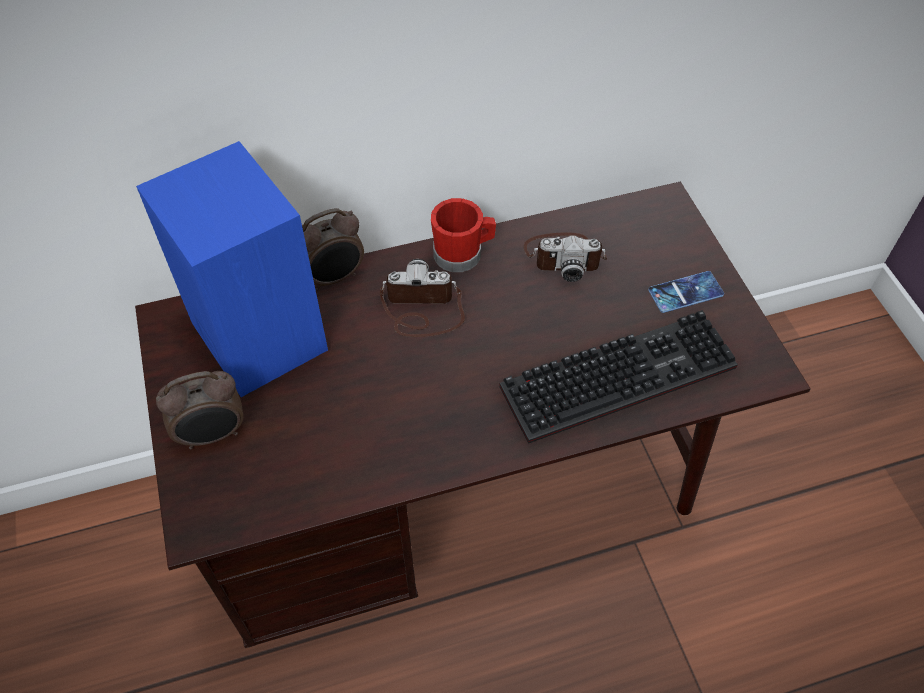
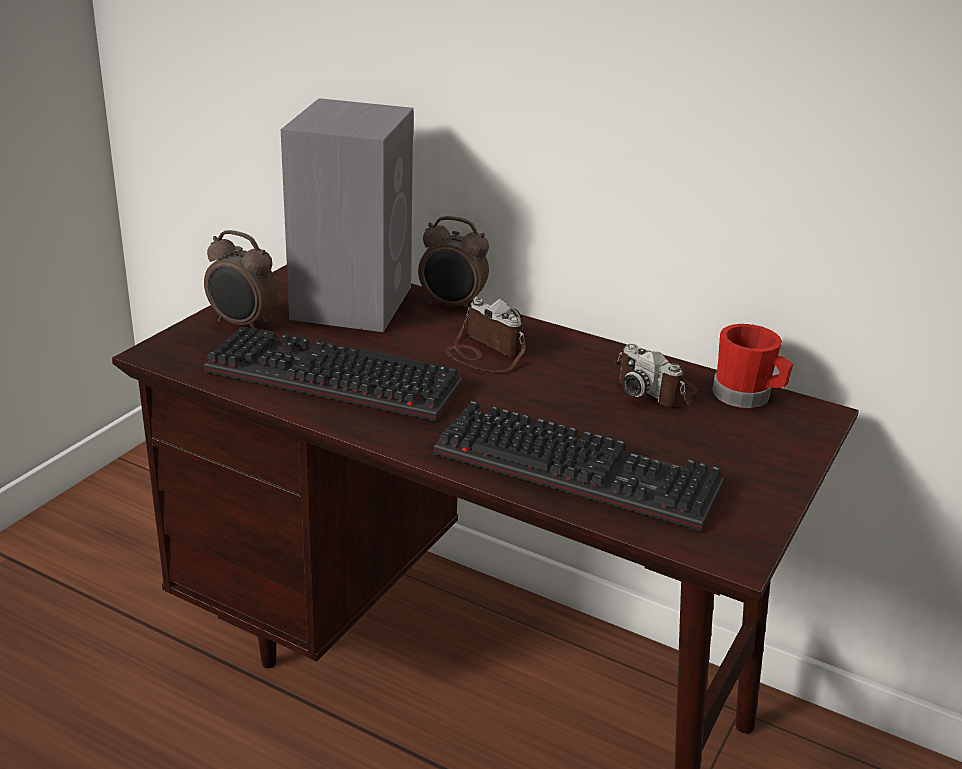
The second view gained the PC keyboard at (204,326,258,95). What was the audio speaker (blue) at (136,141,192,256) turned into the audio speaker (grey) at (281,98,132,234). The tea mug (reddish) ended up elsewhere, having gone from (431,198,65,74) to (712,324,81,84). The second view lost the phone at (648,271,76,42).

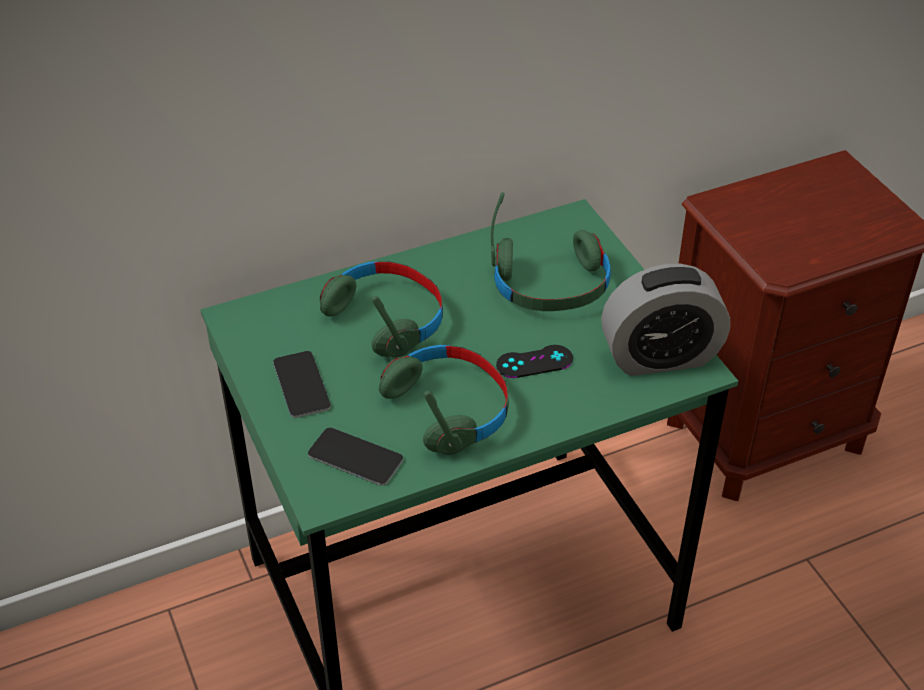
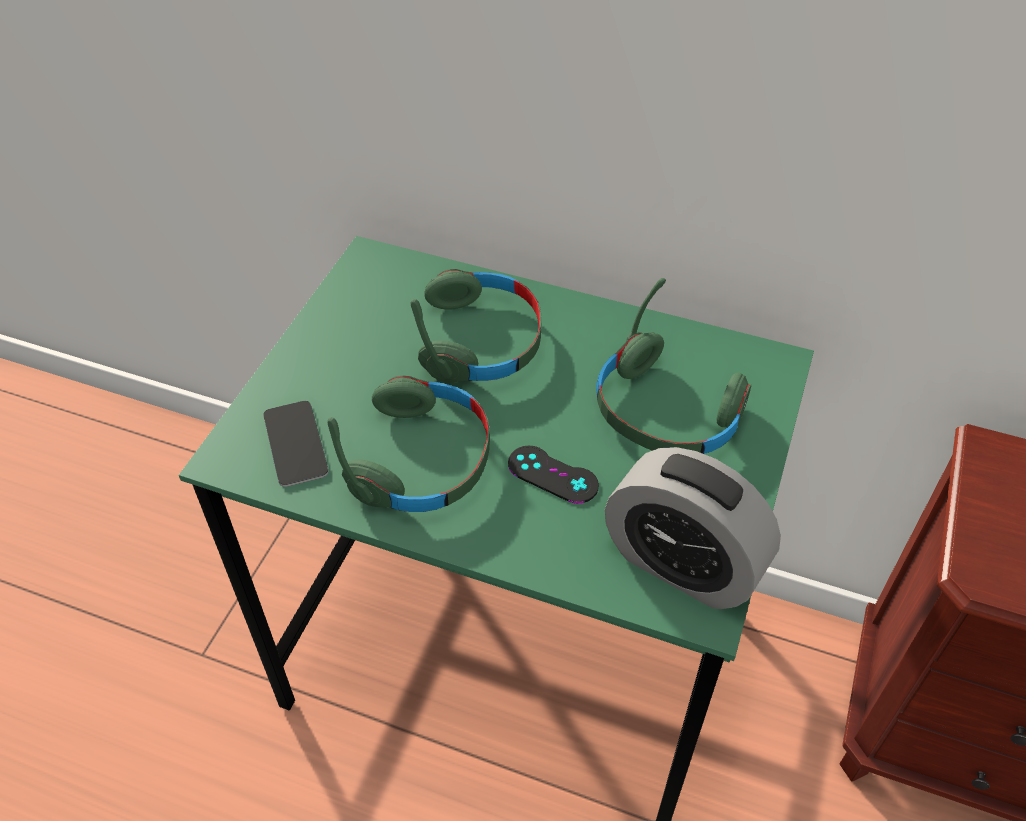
The second view lost the phone at (273,351,58,67).

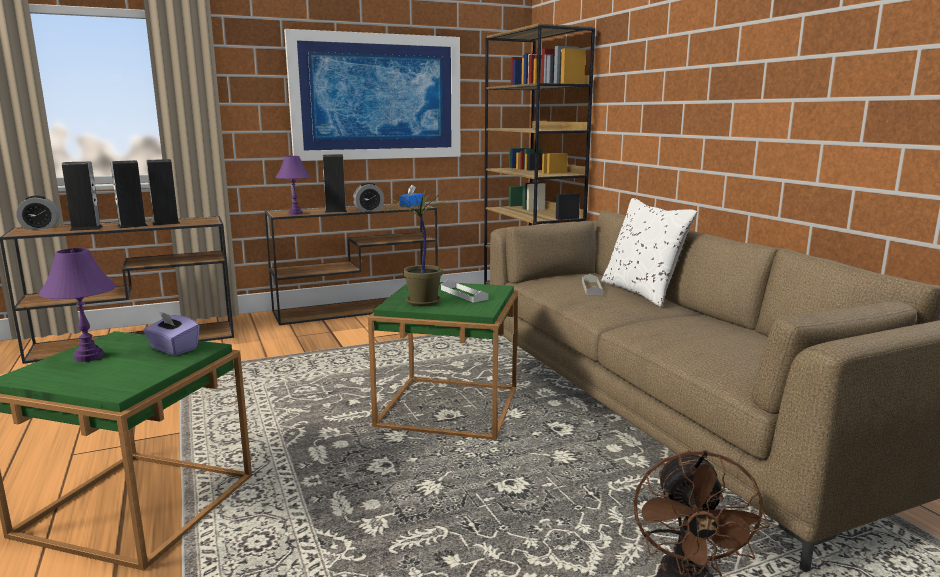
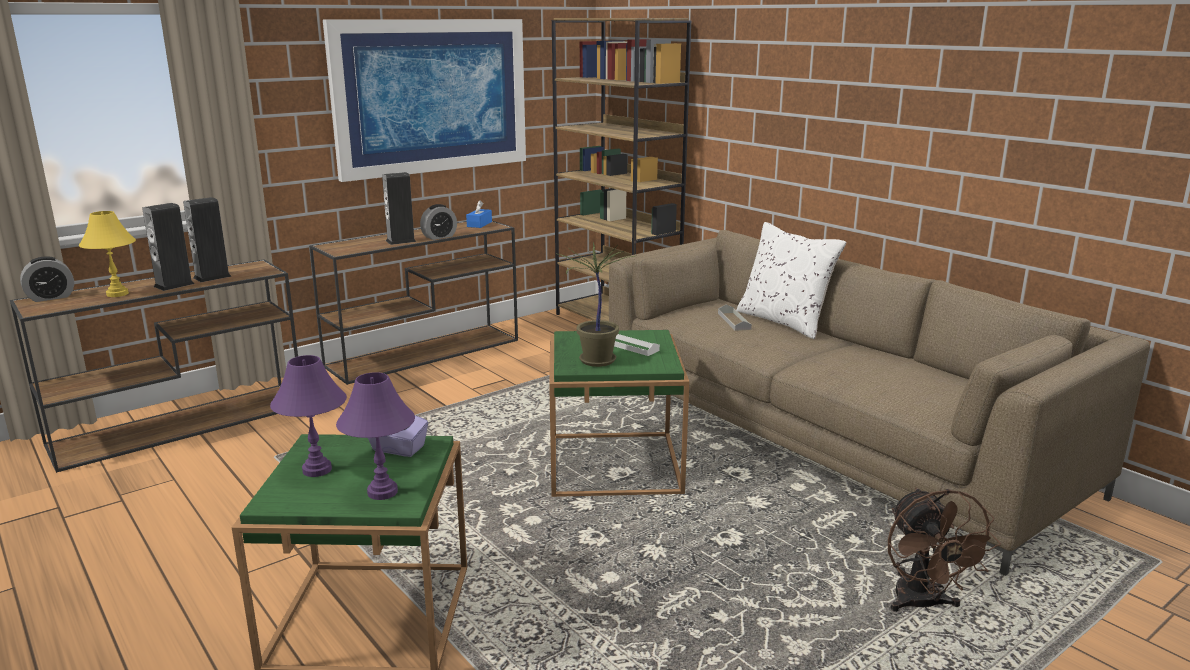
Where the audio speaker stood at (62,162,41,69), the lamp for a table (yellow) came to stand at (79,211,57,86). The lamp for a table (purplish) ended up elsewhere, having gone from (275,156,36,59) to (336,372,79,128).

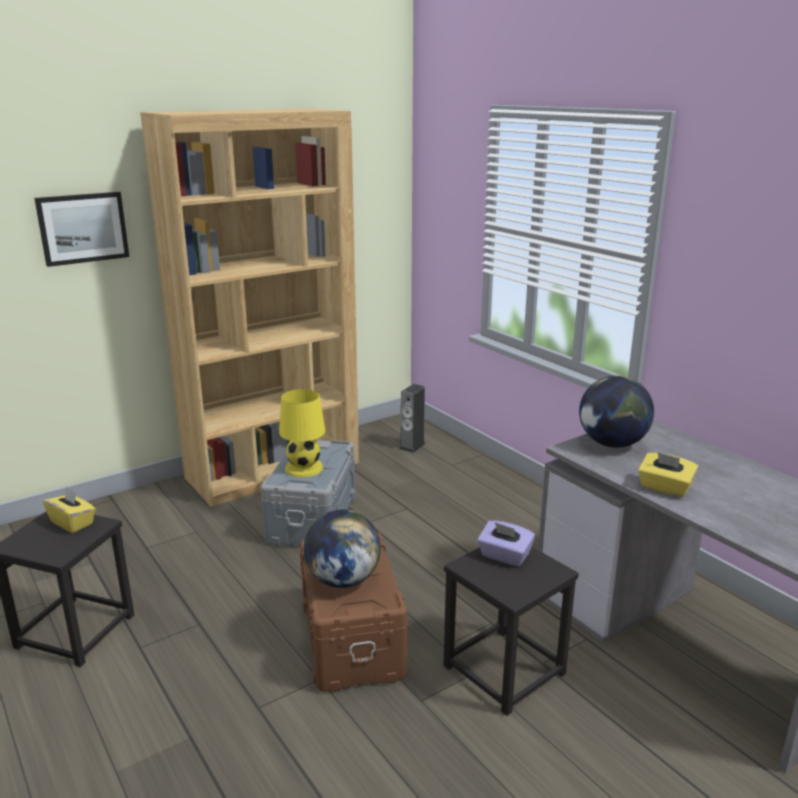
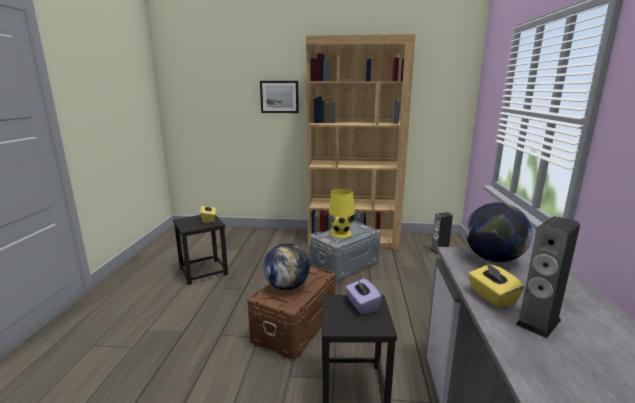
The second view gained the audio speaker at (515,216,65,122).

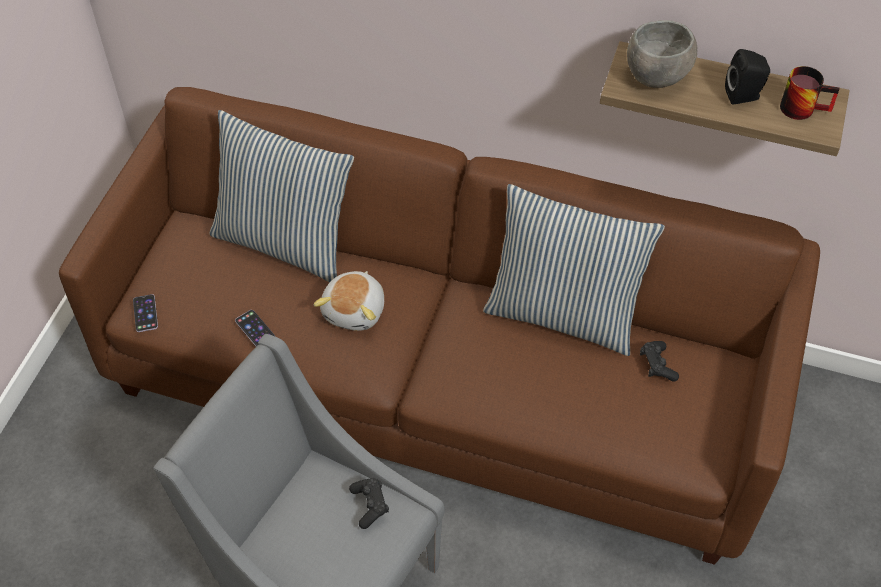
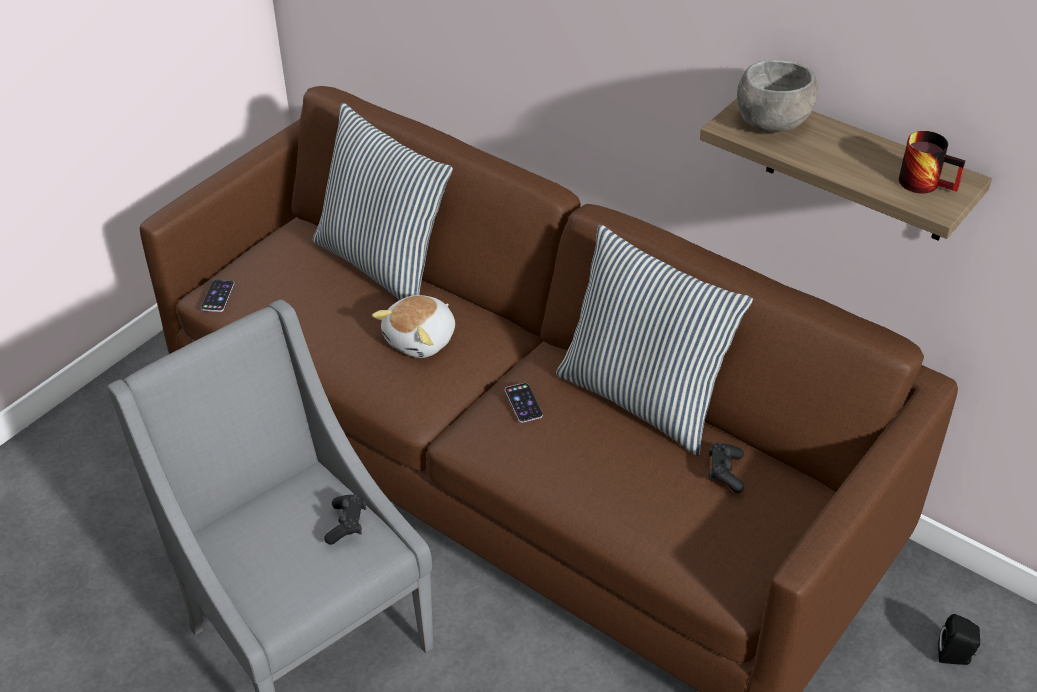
The phone ended up elsewhere, having gone from (235,310,40,36) to (505,383,38,40). The audio speaker (black) ended up elsewhere, having gone from (725,49,45,55) to (938,614,42,51).

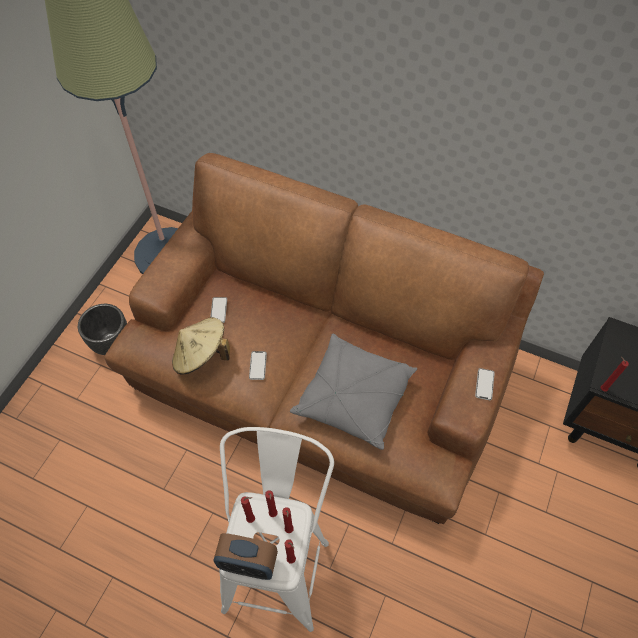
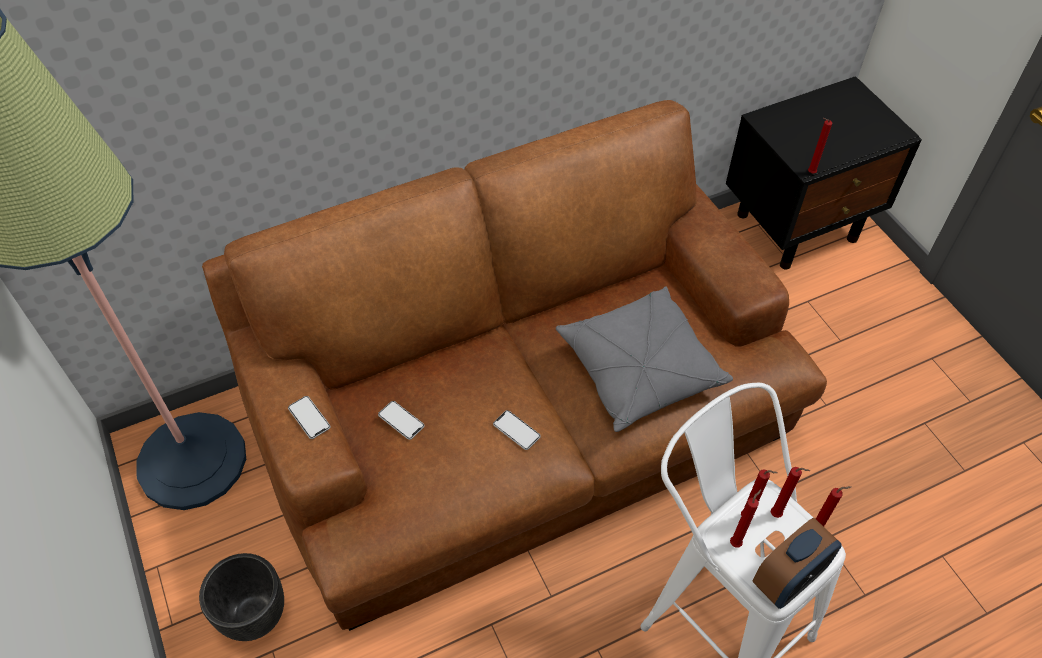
The phone ended up elsewhere, having gone from (475,368,20,32) to (288,396,42,43). The second view lost the hat (beige) at (172,317,58,58).

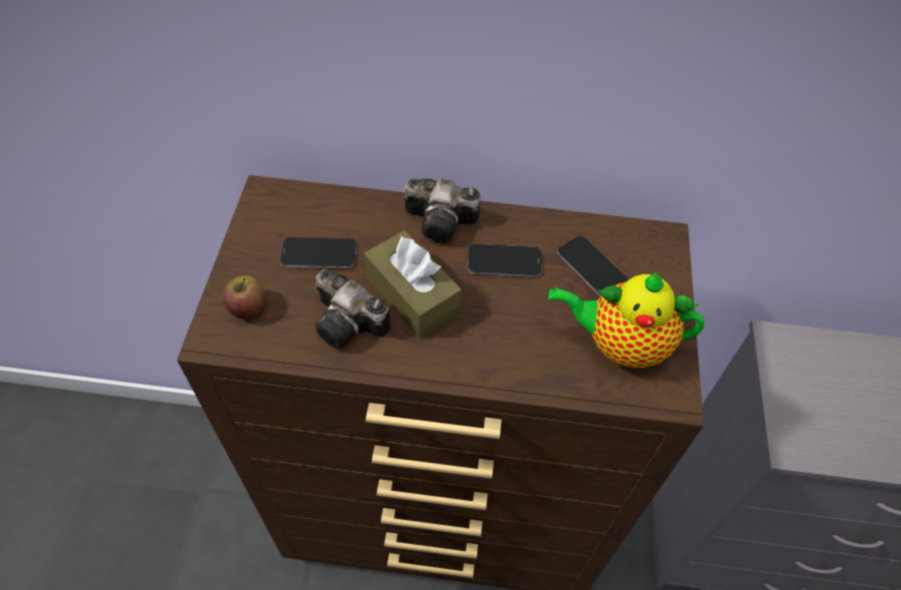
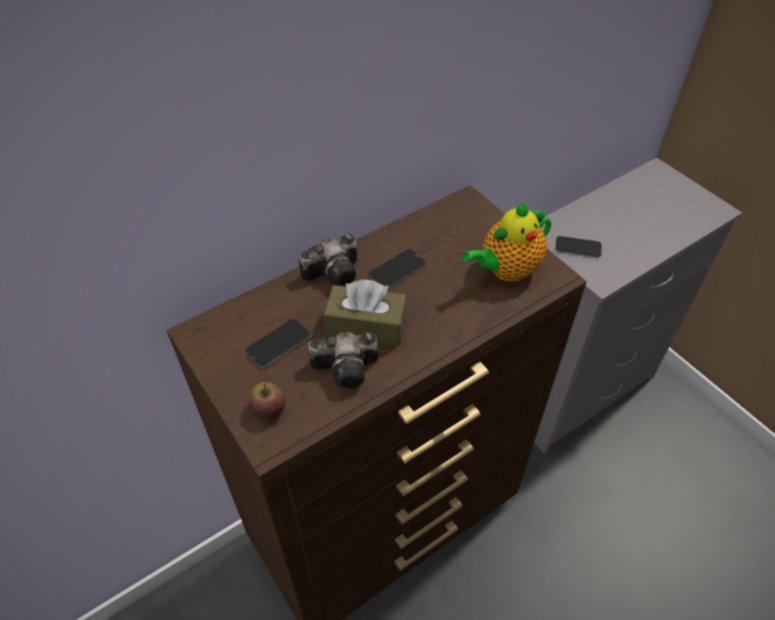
The phone ended up elsewhere, having gone from (557,236,71,60) to (556,236,46,22).

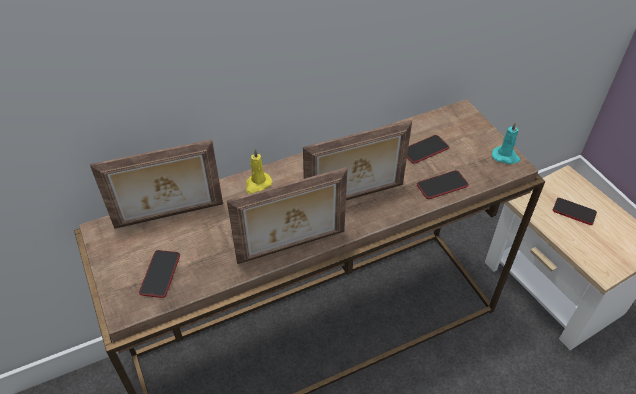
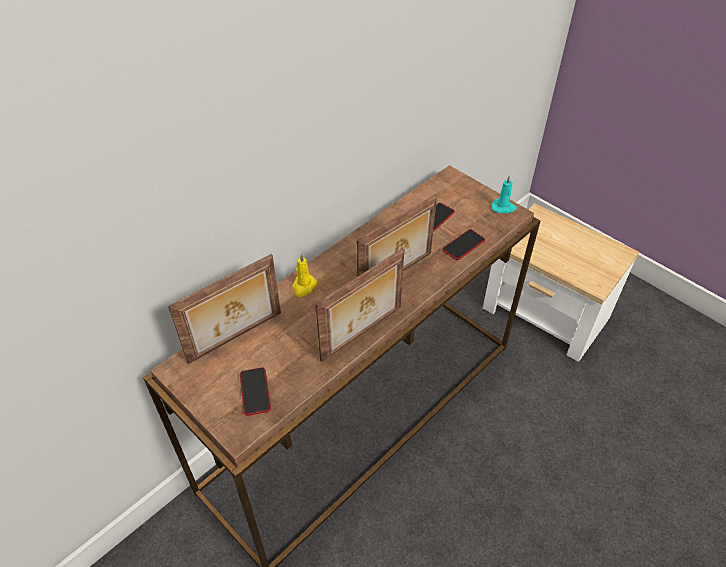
The second view lost the phone at (553,198,44,27).

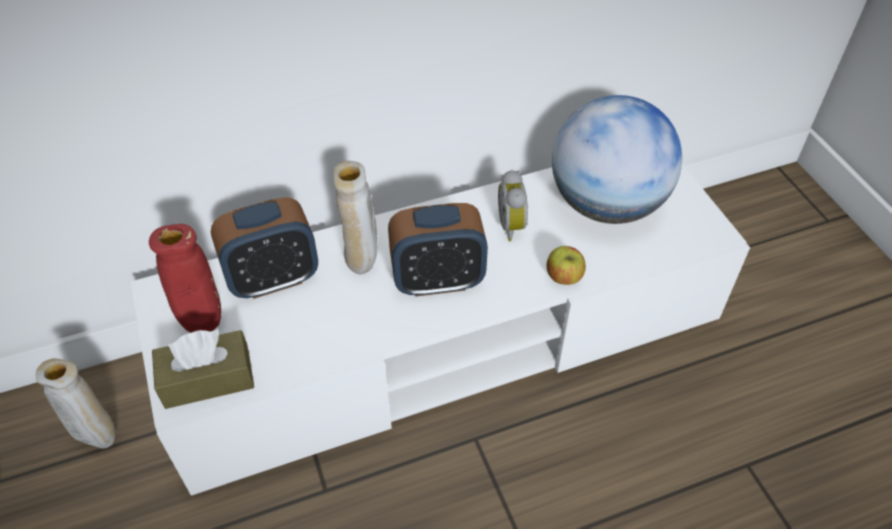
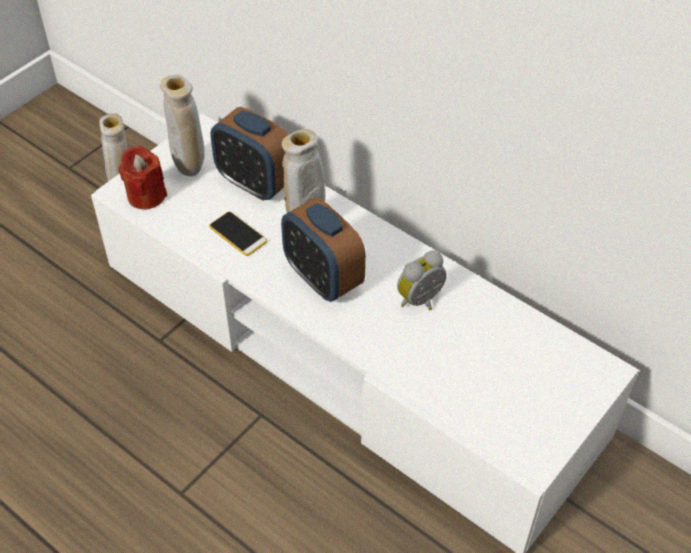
Where the box of tissues (brownish) stood at (152,329,102,80), the candle (reddish) came to stand at (118,146,49,63). What was the vase (reddish) at (149,224,72,109) turned into the vase (beige) at (160,75,45,101). The second view gained the phone at (209,212,58,44). The second view lost the apple at (546,246,40,39). The second view lost the world globe at (552,95,130,129).

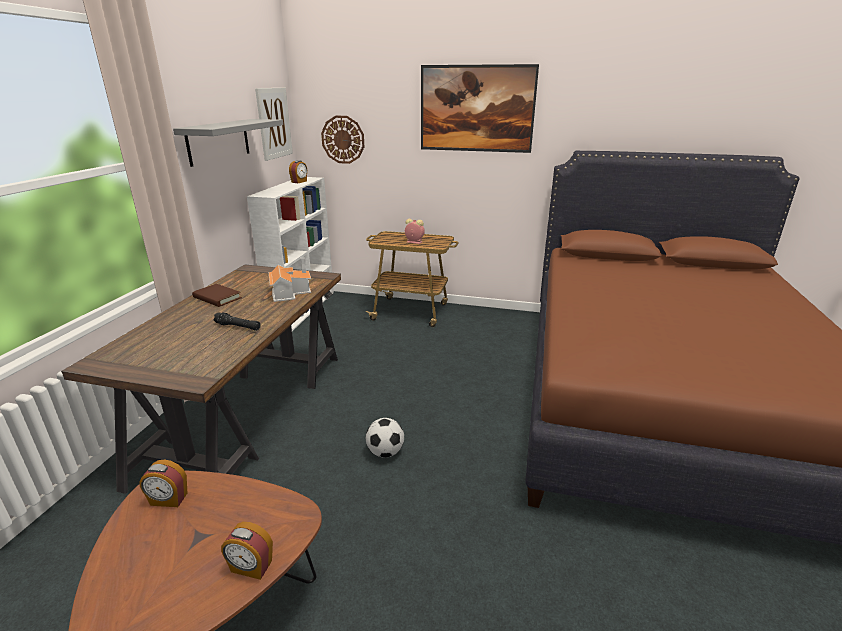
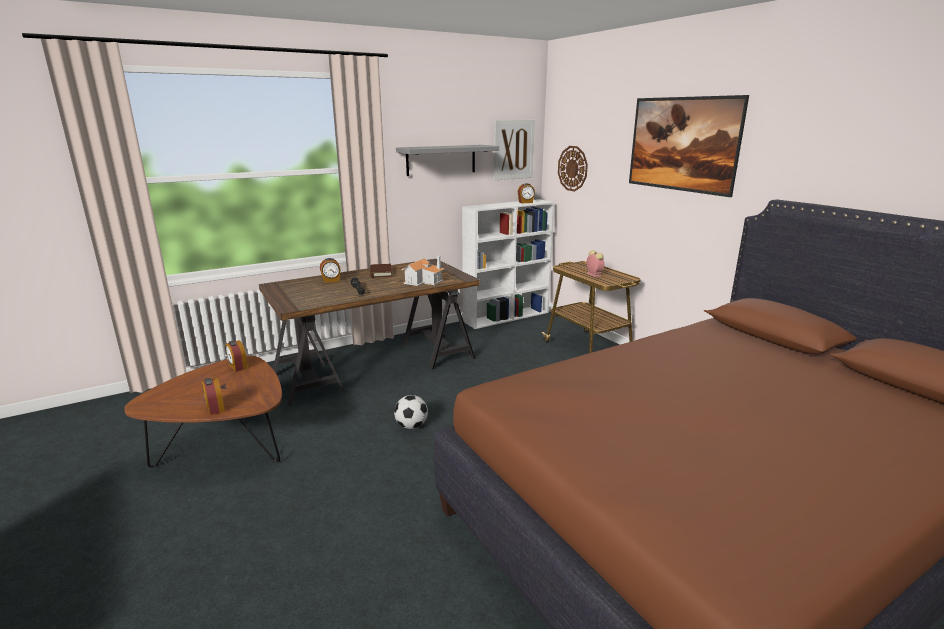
The second view gained the alarm clock at (320,258,21,25).

